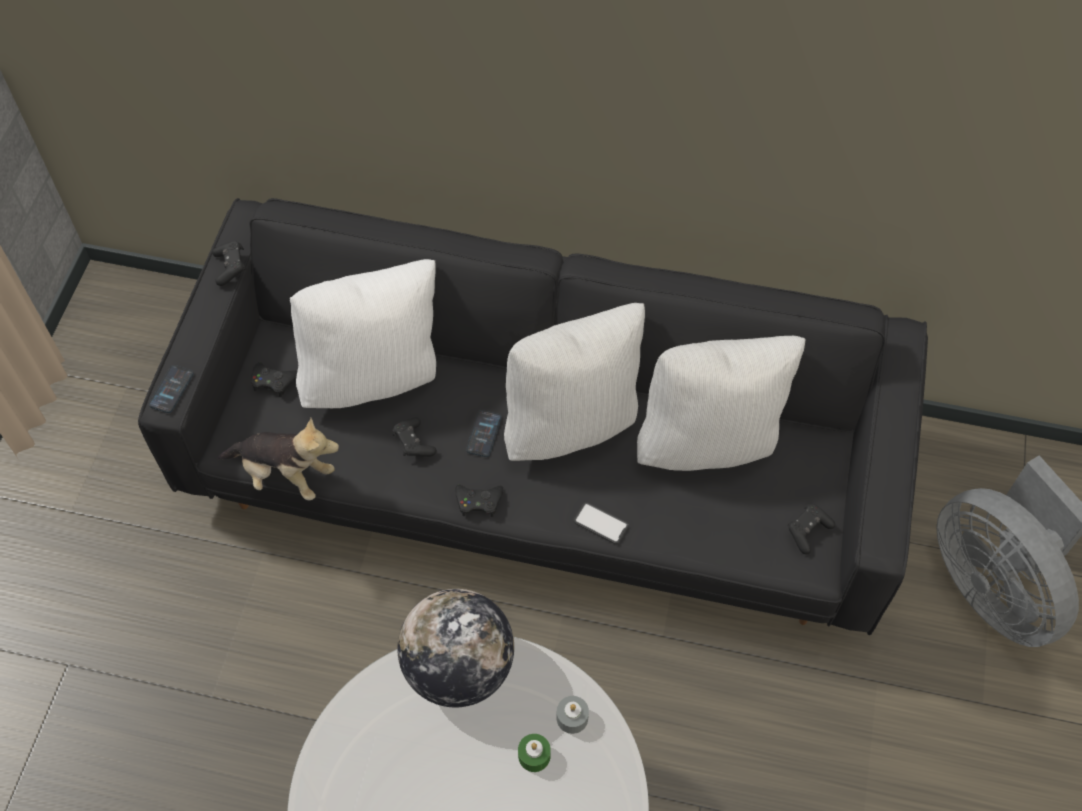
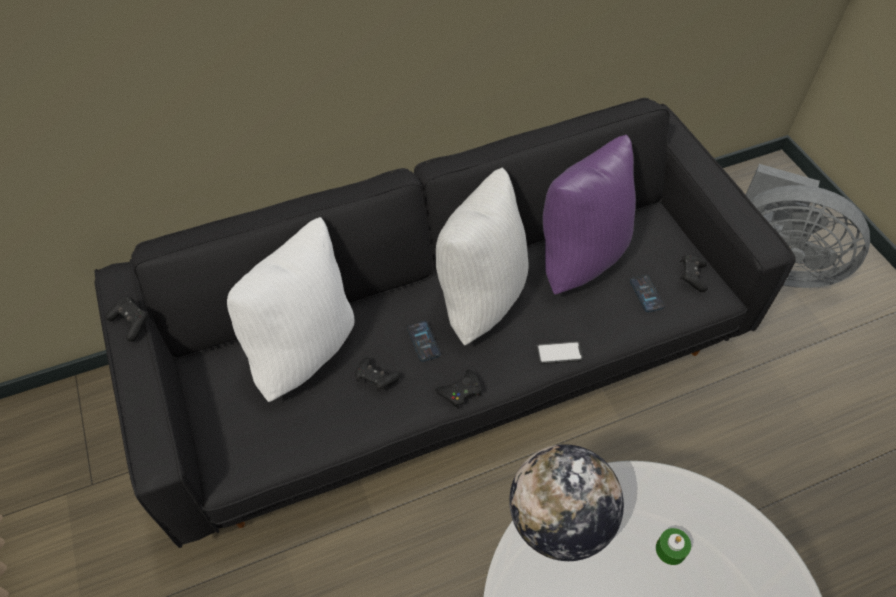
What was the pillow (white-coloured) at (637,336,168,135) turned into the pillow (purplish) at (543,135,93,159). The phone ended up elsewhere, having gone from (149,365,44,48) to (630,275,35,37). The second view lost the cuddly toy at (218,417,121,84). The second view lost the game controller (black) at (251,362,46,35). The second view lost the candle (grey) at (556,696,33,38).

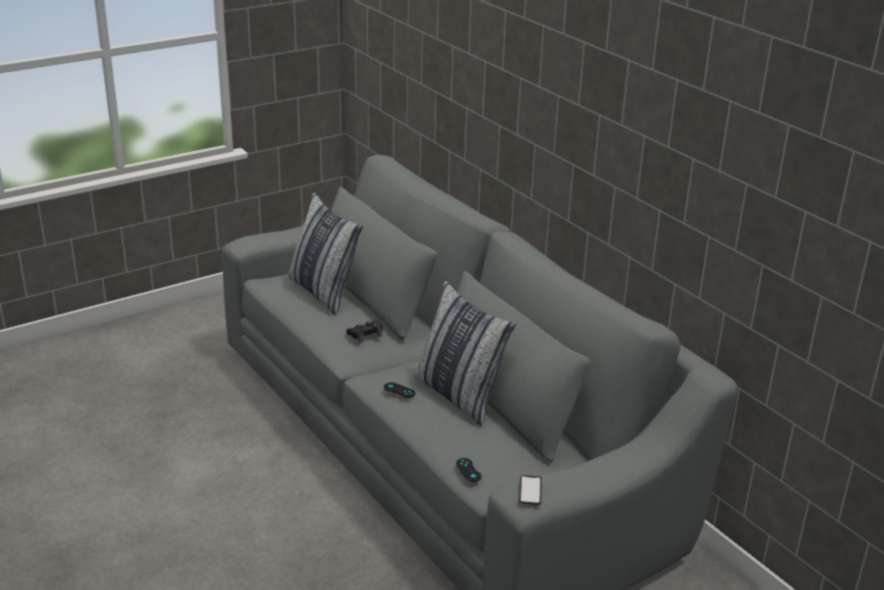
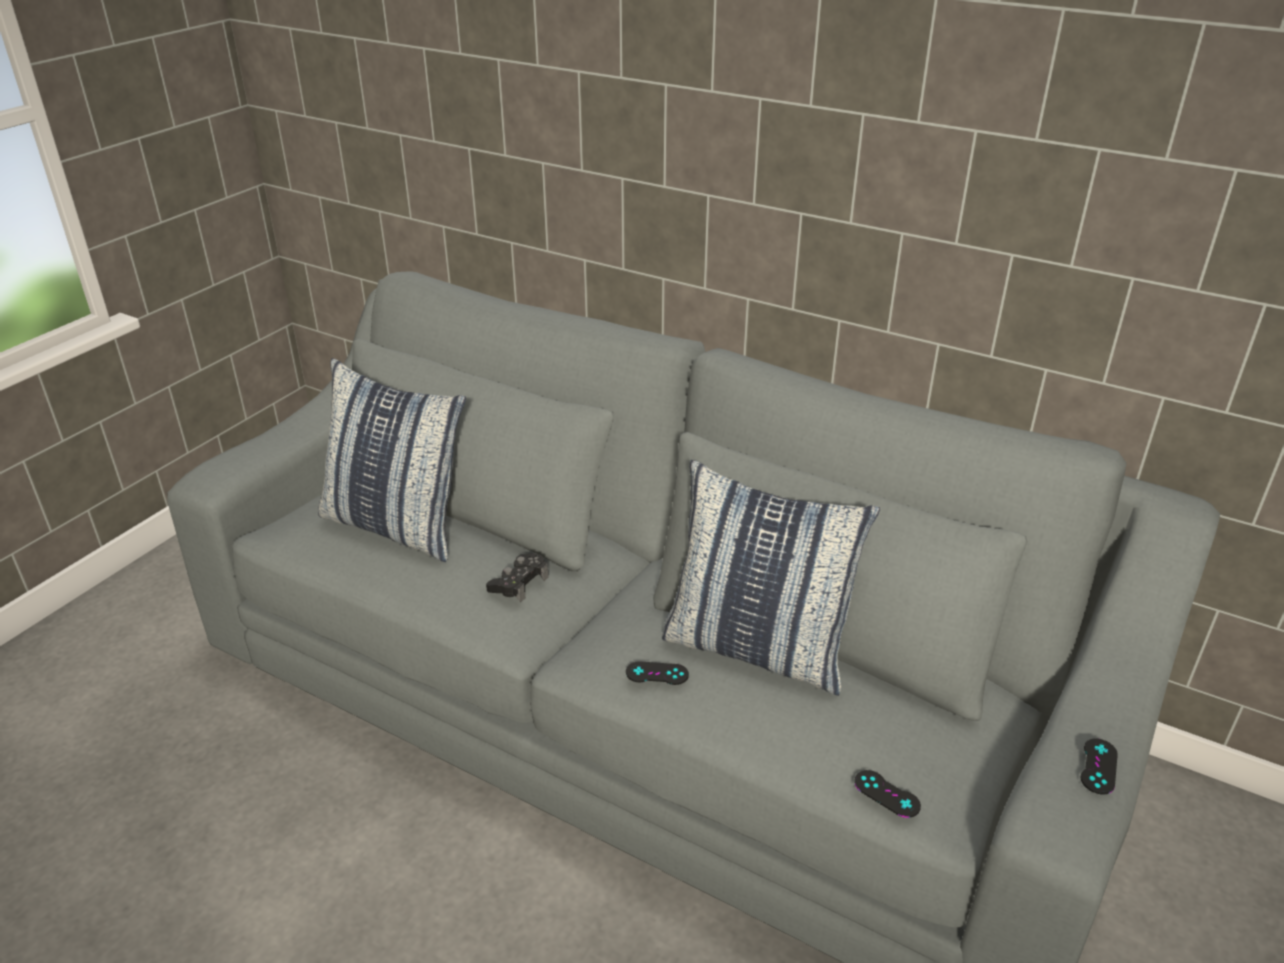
The second view gained the game controller (black) at (1081,738,37,56). The second view lost the phone at (519,475,23,30).

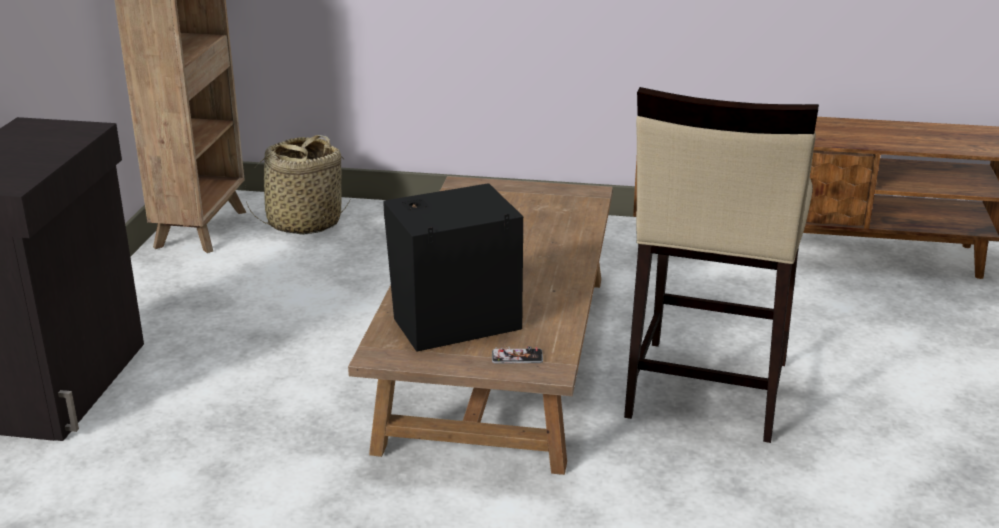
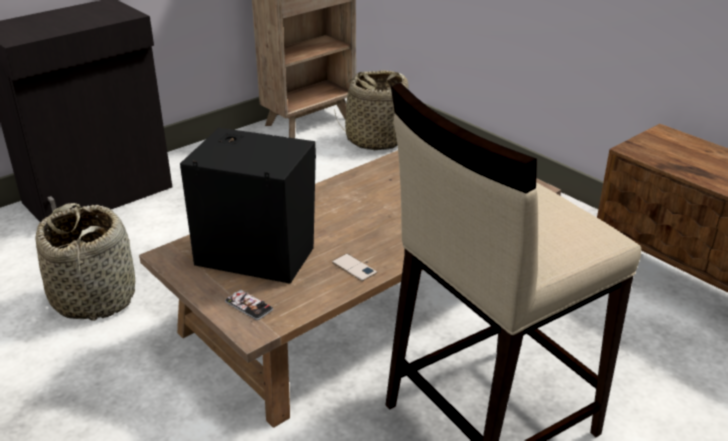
The second view gained the storage basket at (36,203,99,118). The second view gained the phone at (332,254,45,27).

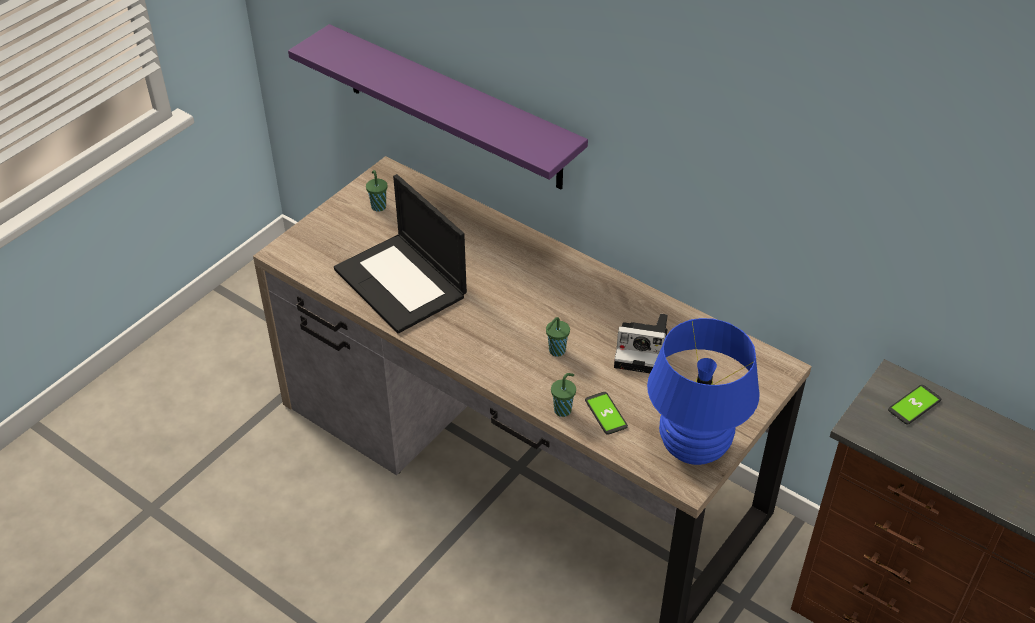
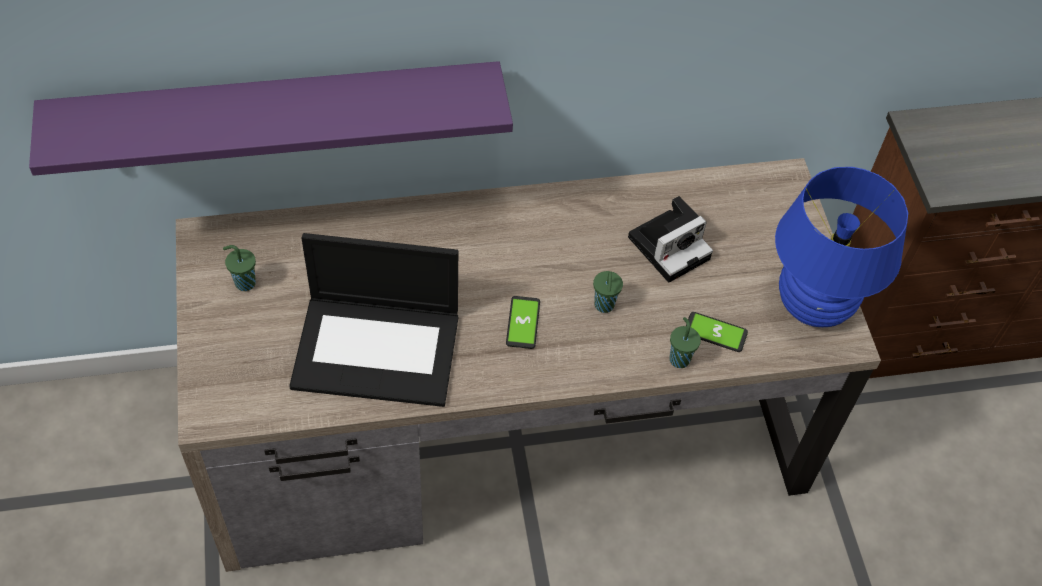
The phone ended up elsewhere, having gone from (888,385,53,40) to (506,296,34,53).

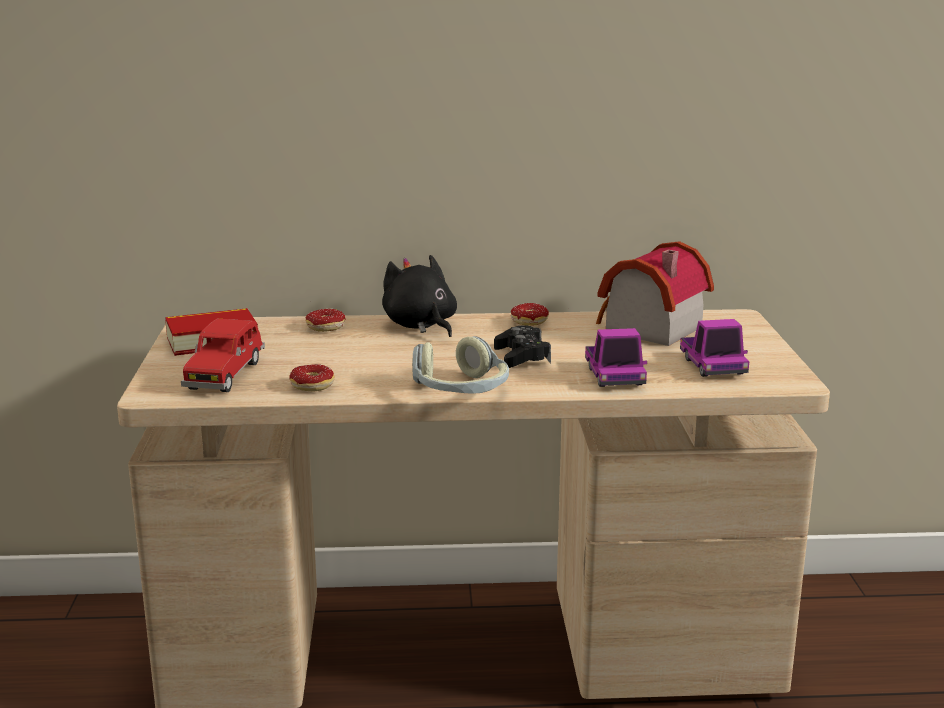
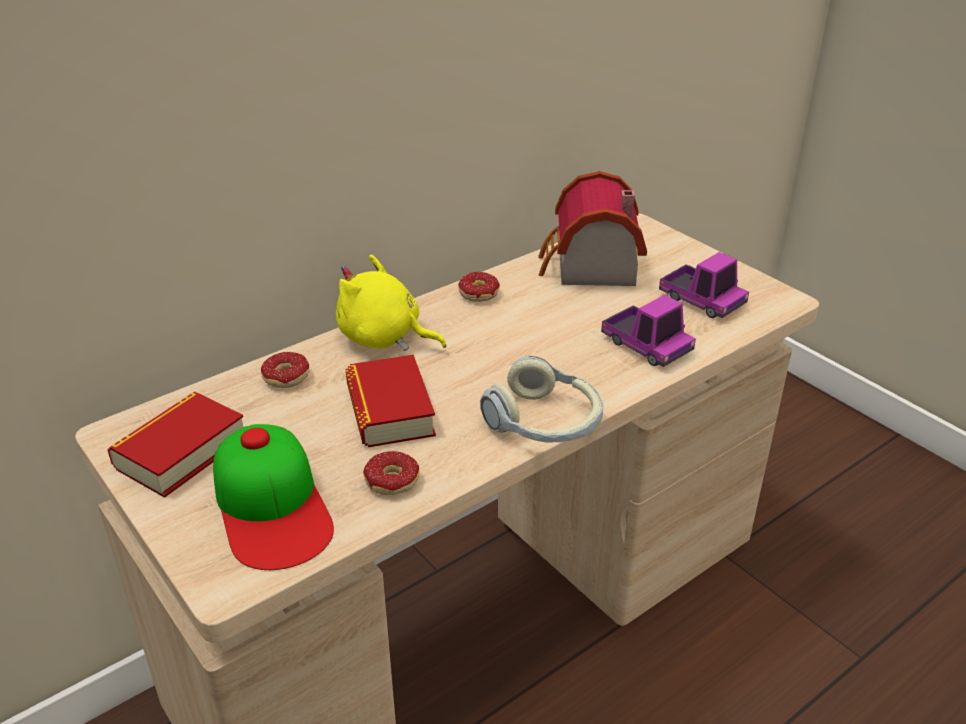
Where the model car (reddish) stood at (181,319,84,73), the cap came to stand at (213,424,121,146). What was the cuddly toy (black) at (382,255,75,82) turned into the cuddly toy (yellow) at (336,255,110,96). The second view gained the volume at (346,355,90,92). The second view lost the game controller (black) at (494,325,57,43).

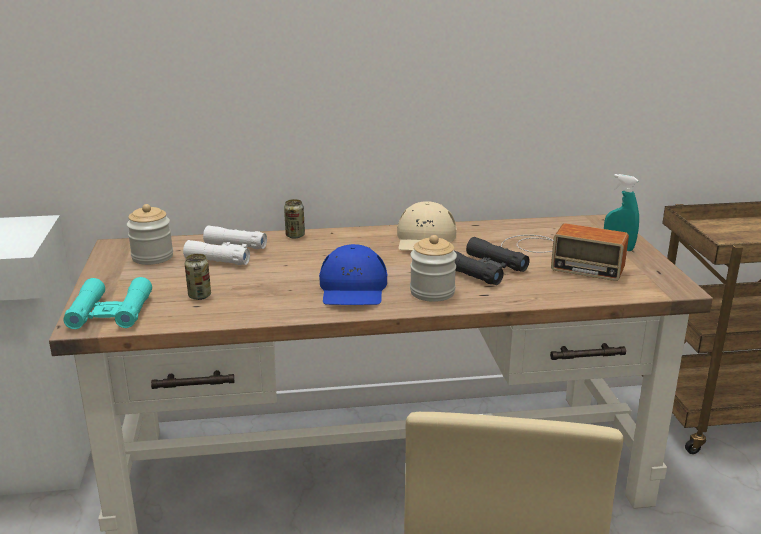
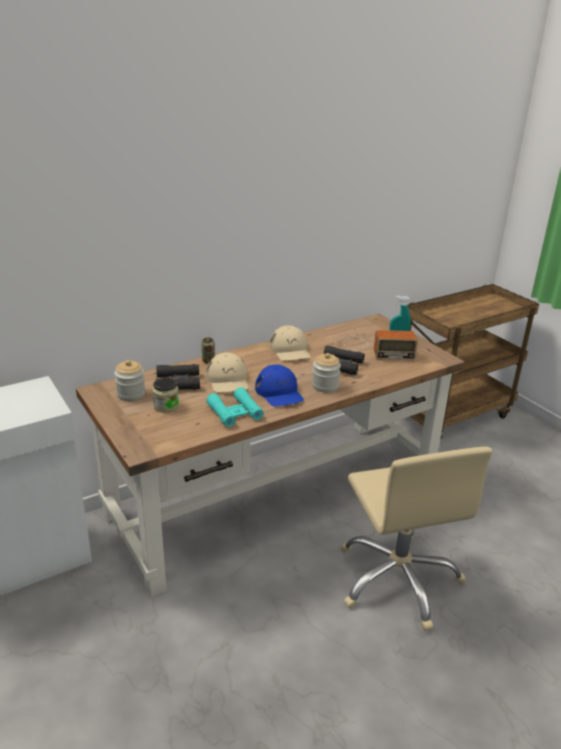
The second view gained the jar at (152,378,27,35). What was the binoculars (white-coloured) at (183,225,84,40) turned into the binoculars (black) at (156,364,44,26). The second view gained the cap (beige) at (206,353,42,39). The binoculars (turquoise) ended up elsewhere, having gone from (63,277,89,52) to (206,387,58,40). The second view lost the can at (185,254,26,46).

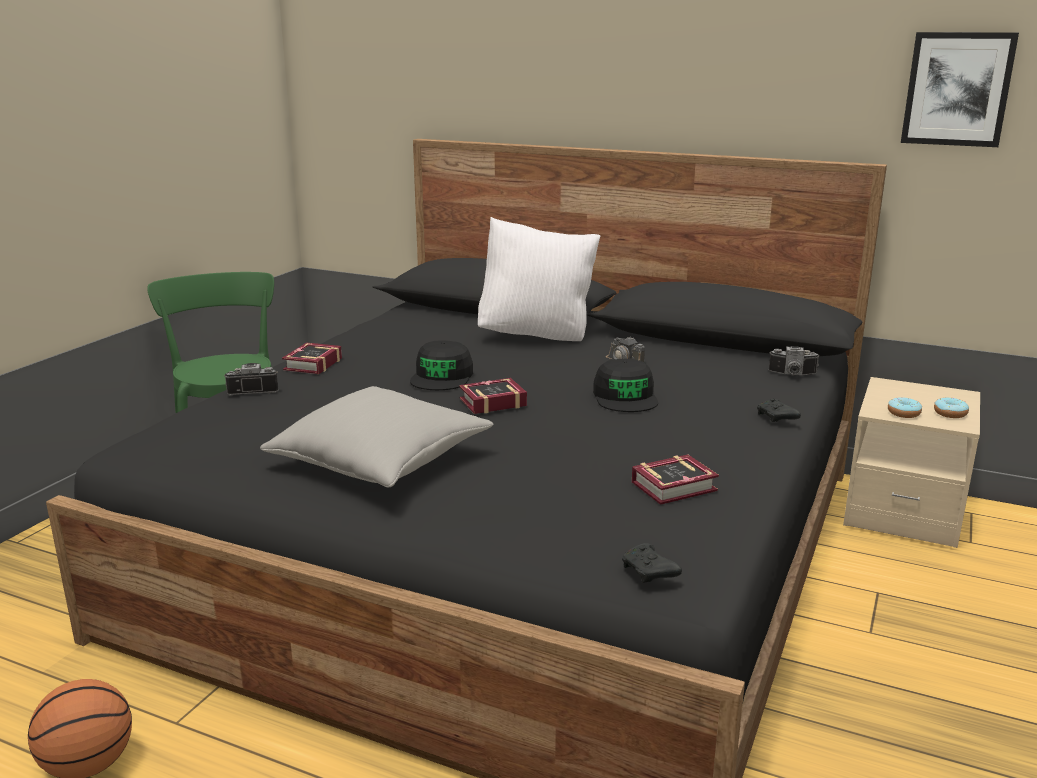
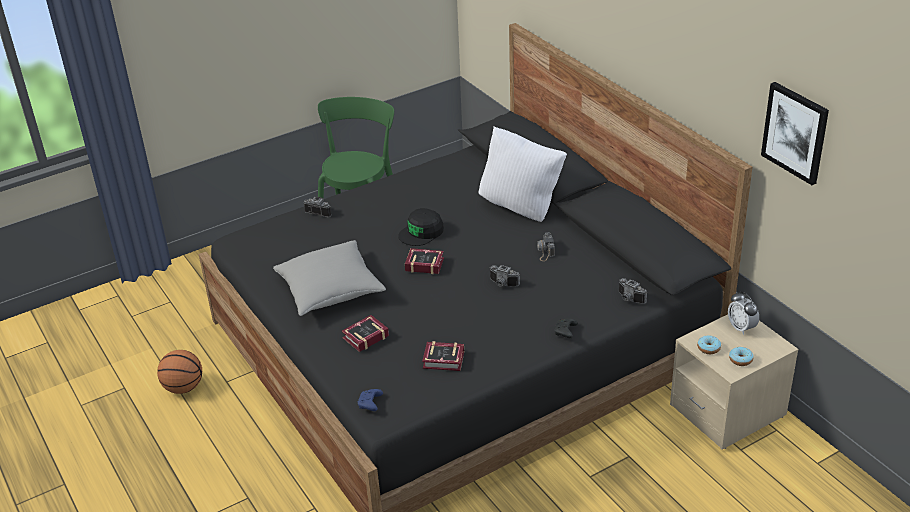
The volume ended up elsewhere, having gone from (282,343,60,31) to (342,315,47,37). What was the game controller (black) at (622,543,60,40) turned into the game controller (blue) at (358,389,25,22). Where the cap (black) stood at (593,359,65,53), the still camera came to stand at (489,265,31,22). The second view gained the alarm clock at (728,291,31,44).

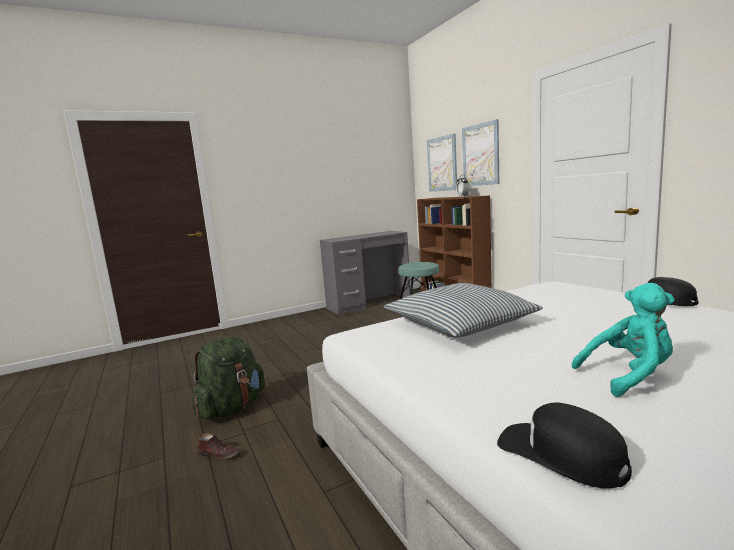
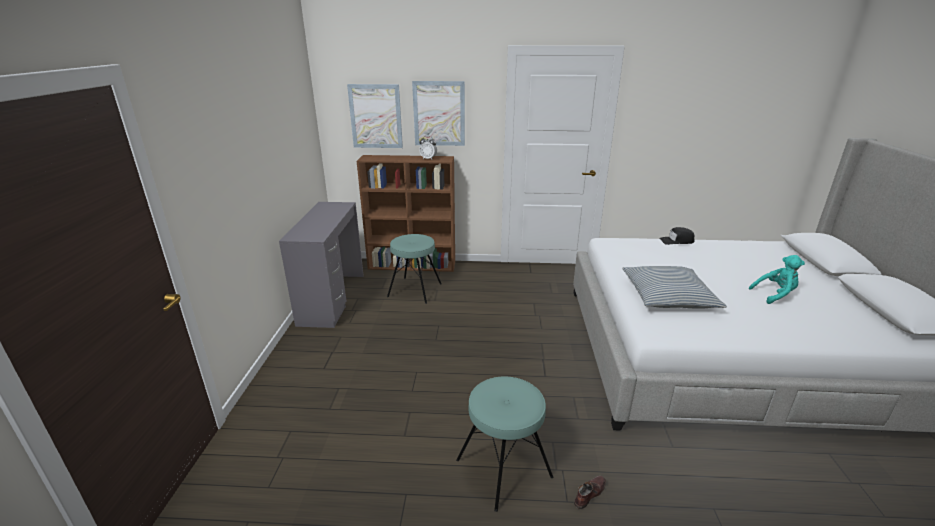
Where the rucksack (green-coloured) stood at (193,337,72,83), the stool (turquoise) came to stand at (456,376,98,136). The cuddly toy (turquoise) at (572,283,103,114) ended up facing another way, 60 degrees clockwise from before. The second view lost the cap (black) at (497,402,135,86).

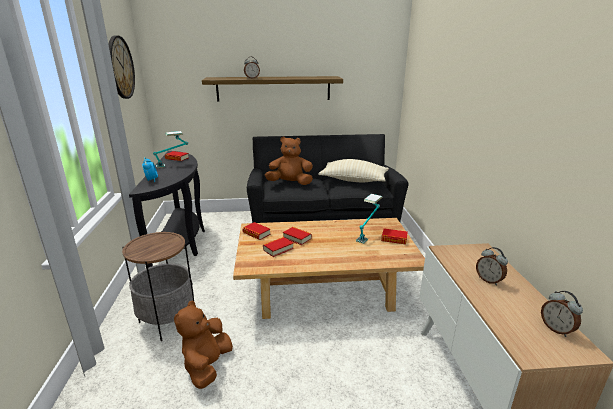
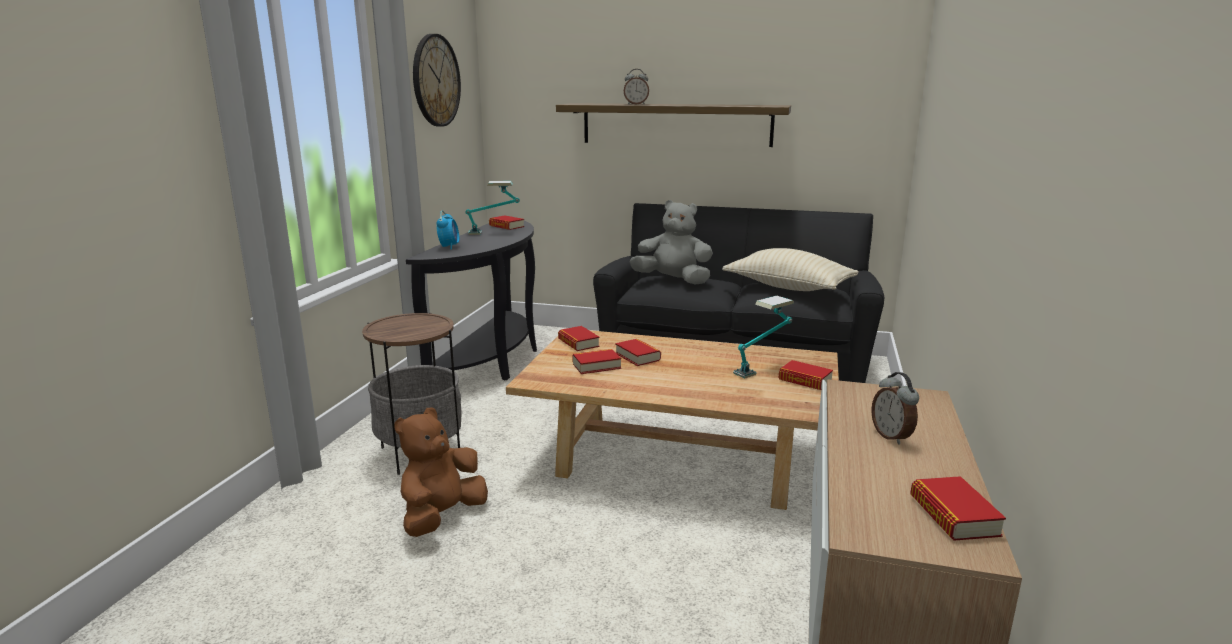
What was the cuddly toy (brownish) at (265,137,48,48) turned into the cuddly toy (grey) at (629,200,84,85). Where the alarm clock stood at (541,291,42,46), the volume came to stand at (910,476,96,65).

